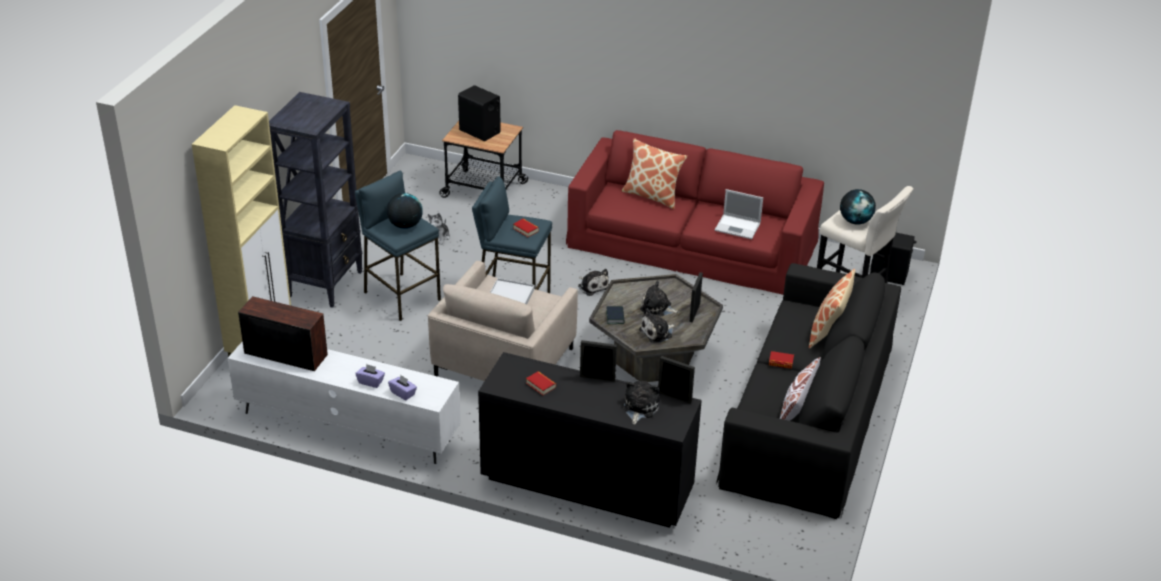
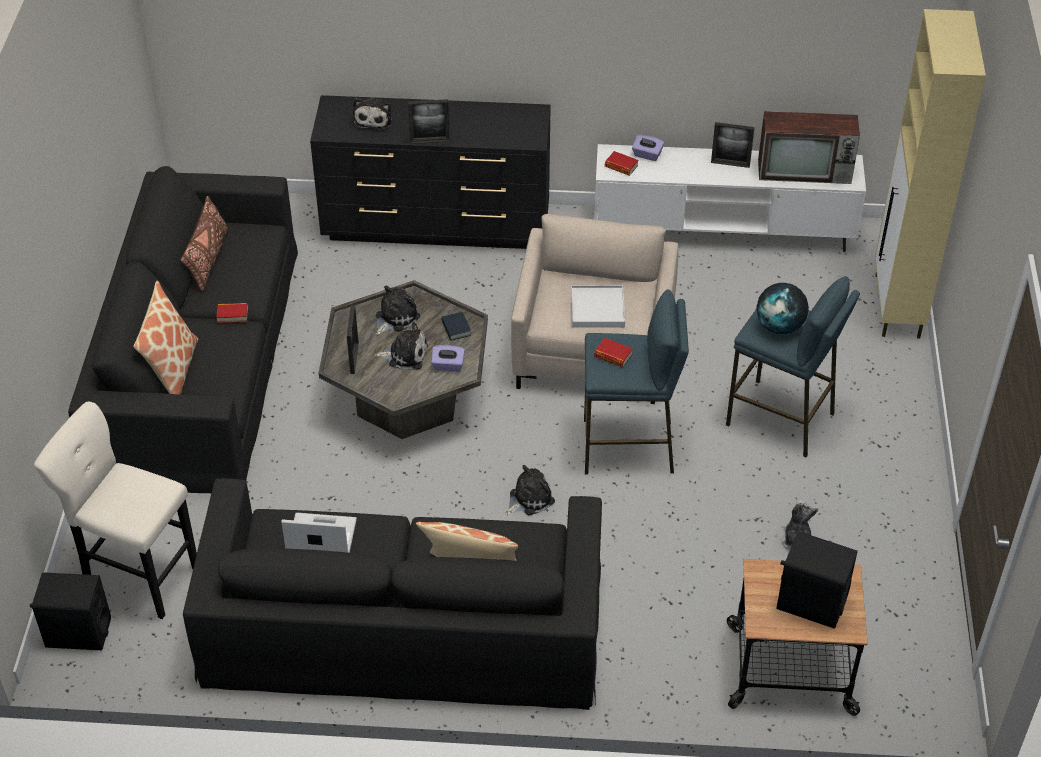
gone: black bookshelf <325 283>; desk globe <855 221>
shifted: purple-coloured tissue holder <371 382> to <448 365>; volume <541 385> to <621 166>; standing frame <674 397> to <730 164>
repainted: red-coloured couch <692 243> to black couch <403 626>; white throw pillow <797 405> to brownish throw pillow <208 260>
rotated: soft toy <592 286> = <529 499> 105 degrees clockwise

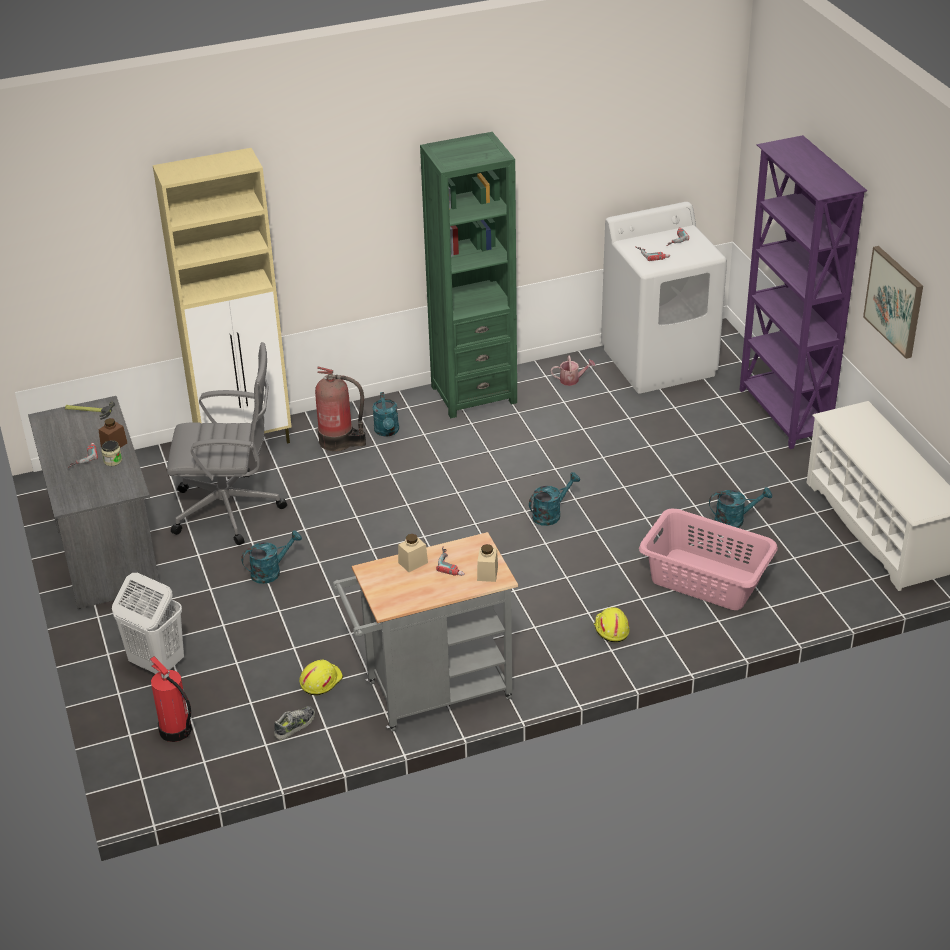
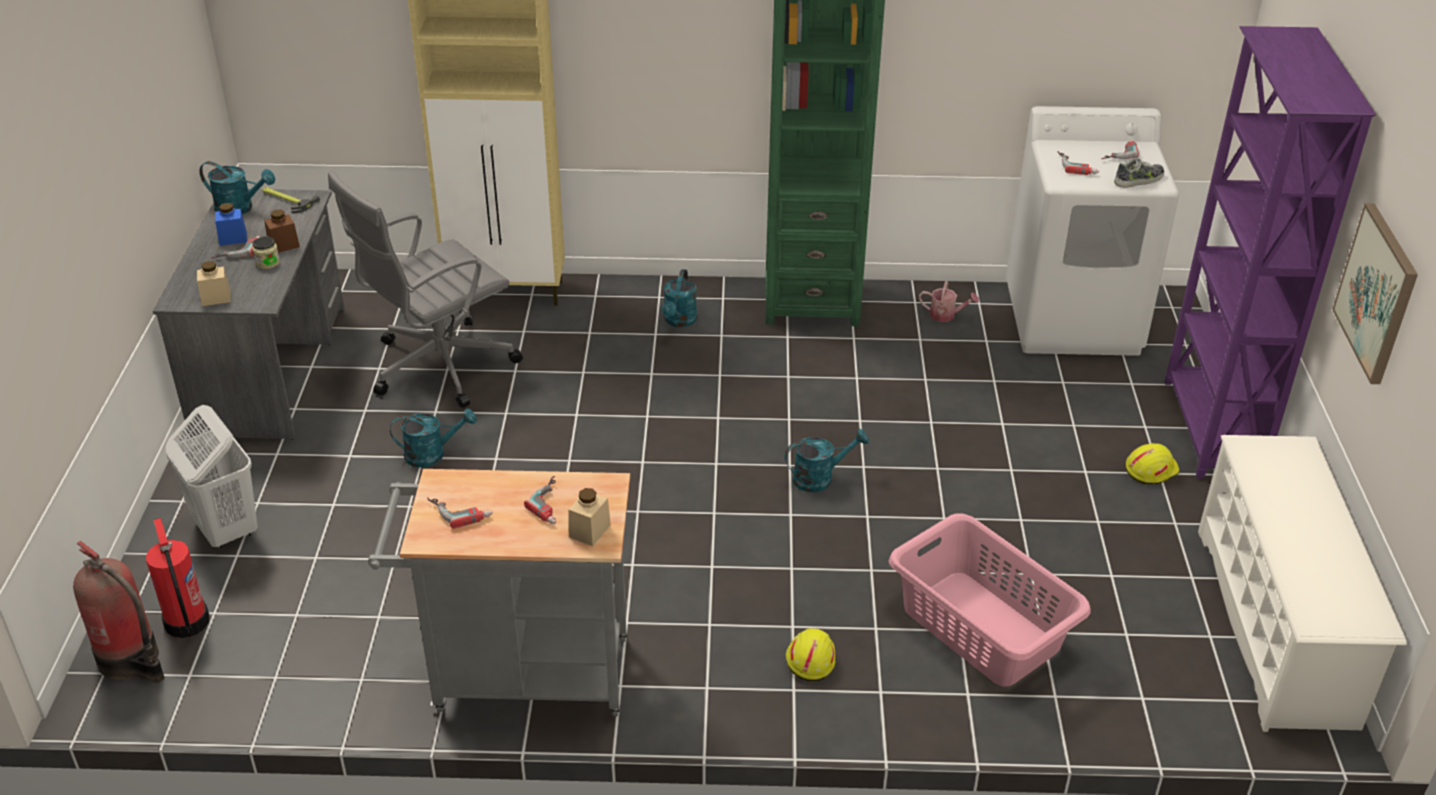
new: blue jar <233 238>; power drill <460 510>
shifted: item of footwear <295 726> to <1139 180>; yellow-coloured hard hat <320 681> to <1150 469>; fire extinguisher <339 441> to <132 660>; sand-coloured jar <413 562> to <216 298>; blue-green sprinkling can <735 520> to <240 208>
rotated: grey desk chair <230 510> = <438 366> 120 degrees clockwise

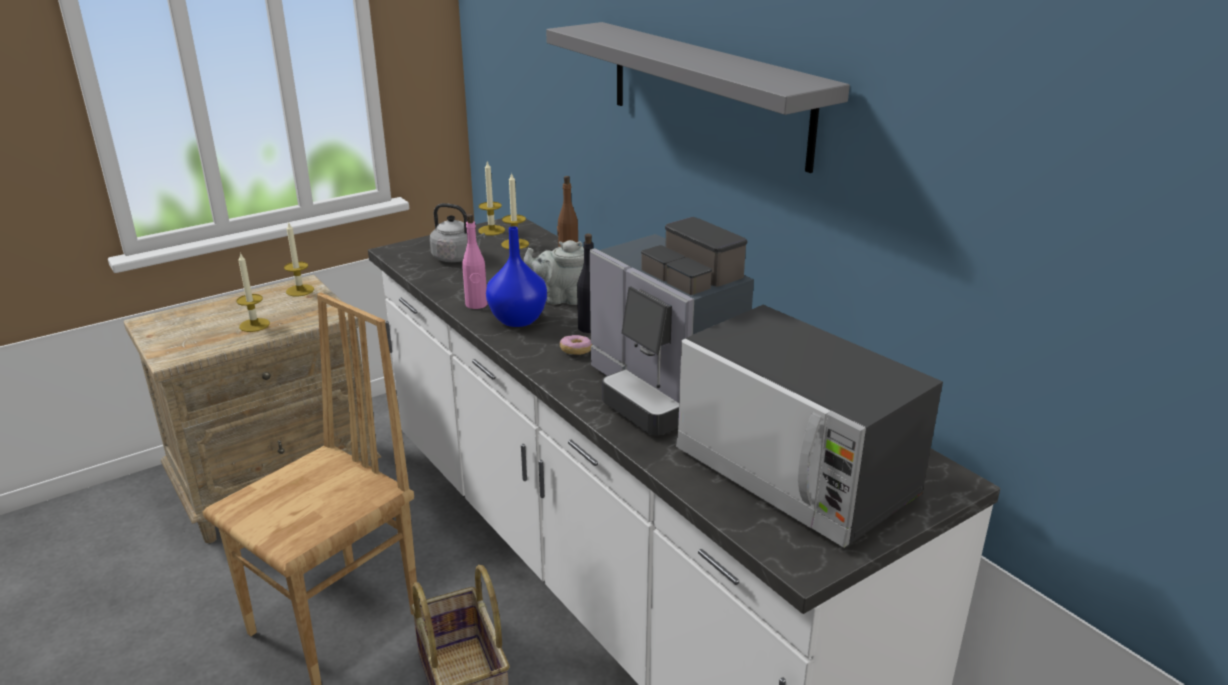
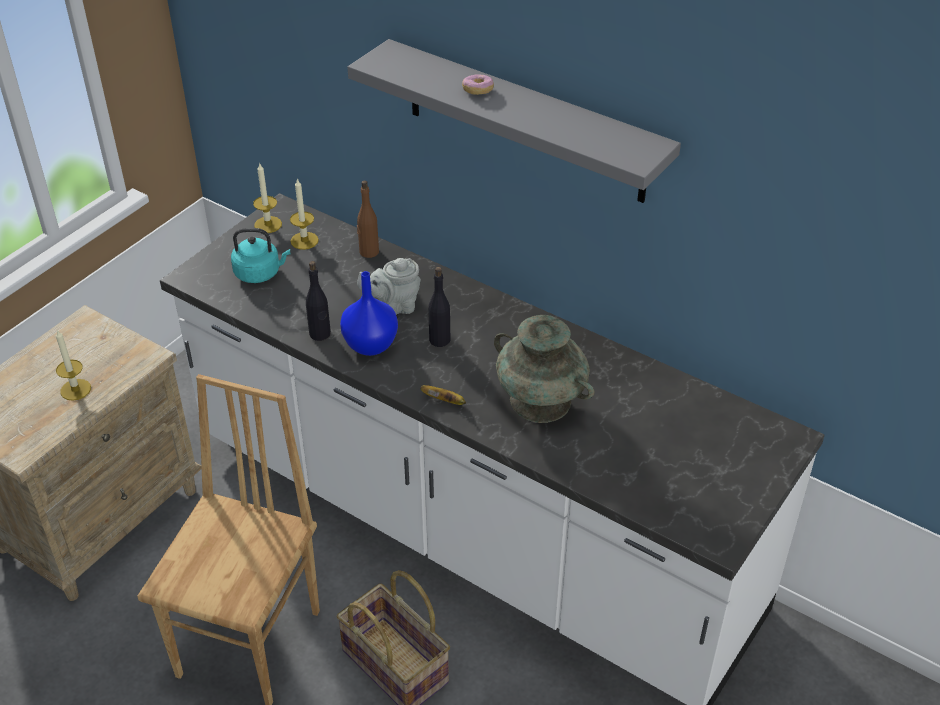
gone: wax light <300 290>; microwave <796 474>
new: whole banana <445 401>
shifted: donut <576 351> to <478 90>
swapped: coffee brewer <662 392> to blue-green decorative vase <541 401>
repainted: grey kettle <457 258> to blue-green kettle <260 273>; pinkish beverage bottle <476 304> to black beverage bottle <320 334>

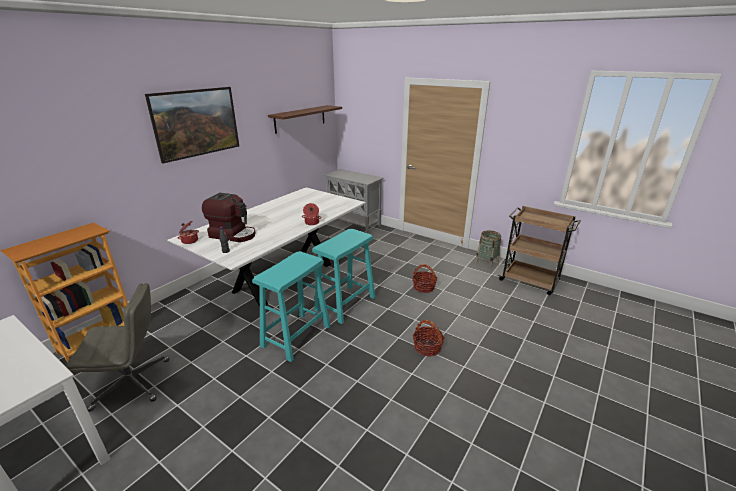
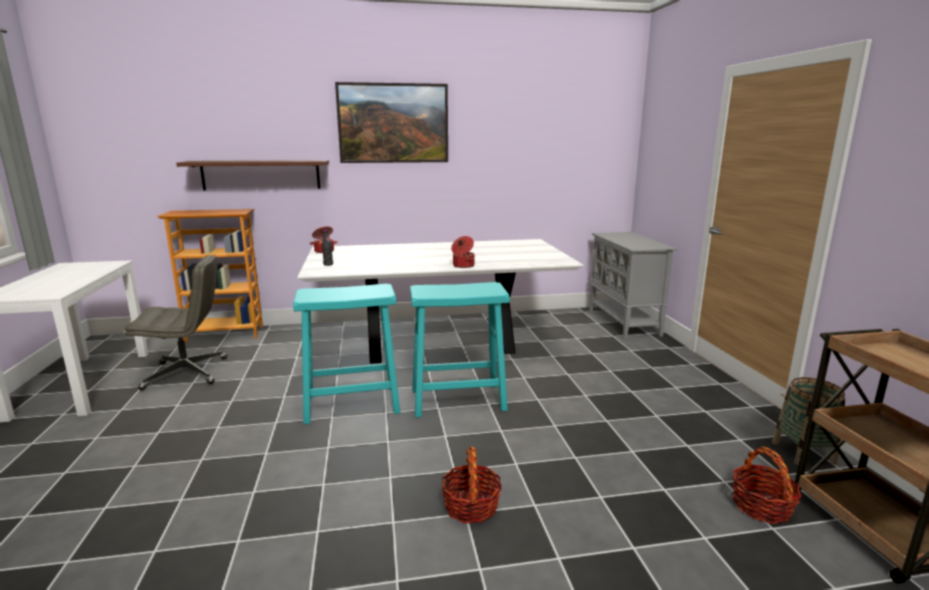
gone: coffee brewer <233 234>
shifted: brownish shelf <300 119> to <261 175>; basket <424 287> to <761 506>
rotated: grey desk chair <133 383> = <187 373> 45 degrees counterclockwise

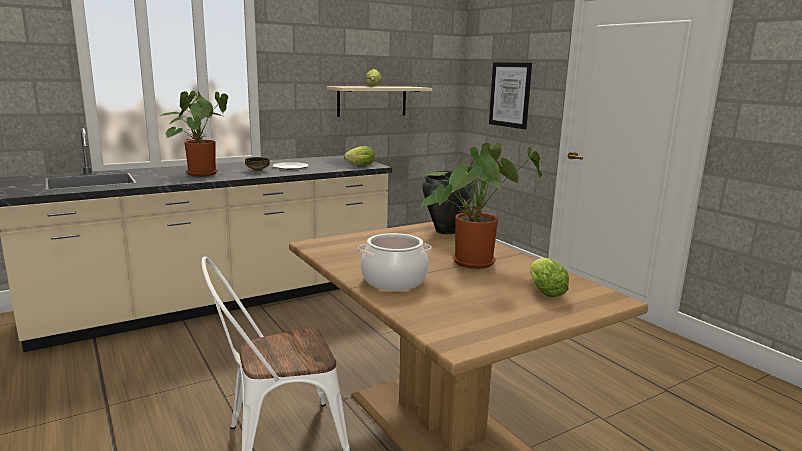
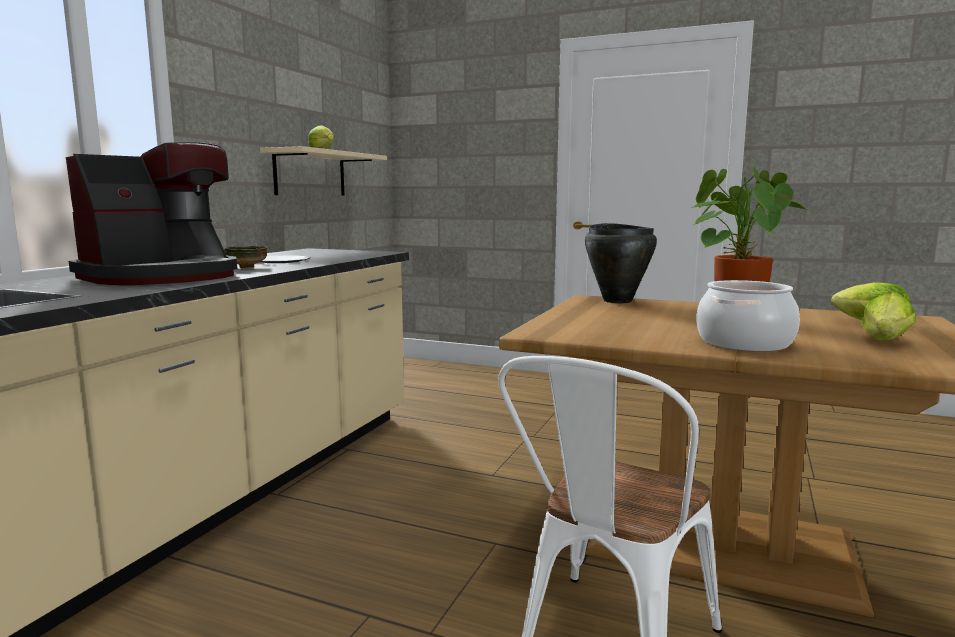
gone: wall picture <510 95>
shifted: lettuce head <358 165> to <884 342>
swapped: plant in a pot <201 173> to coffee brewer <163 277>

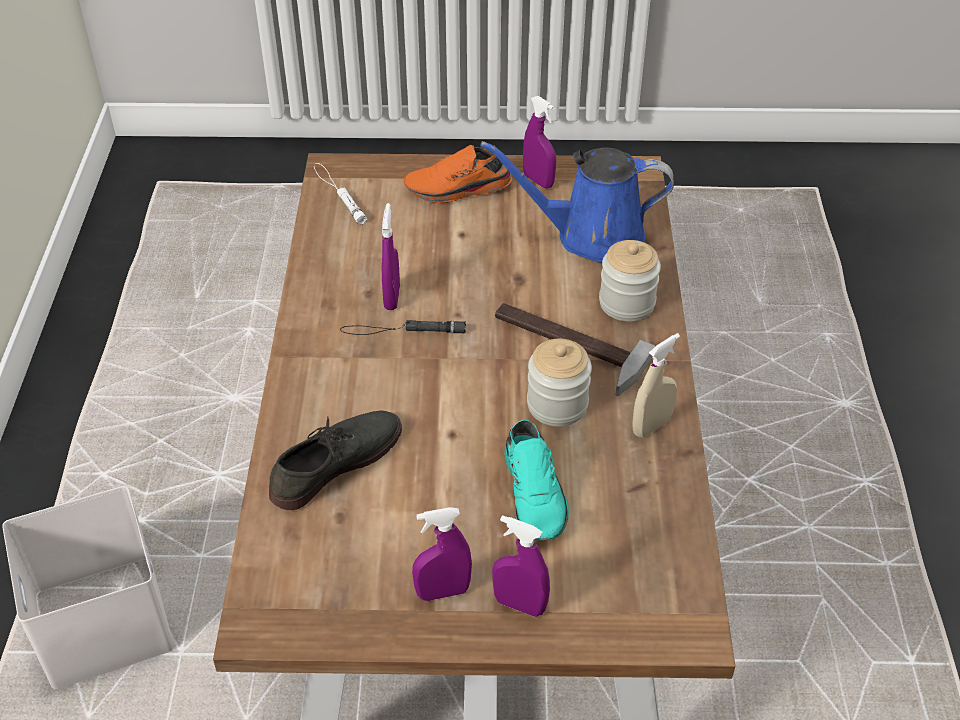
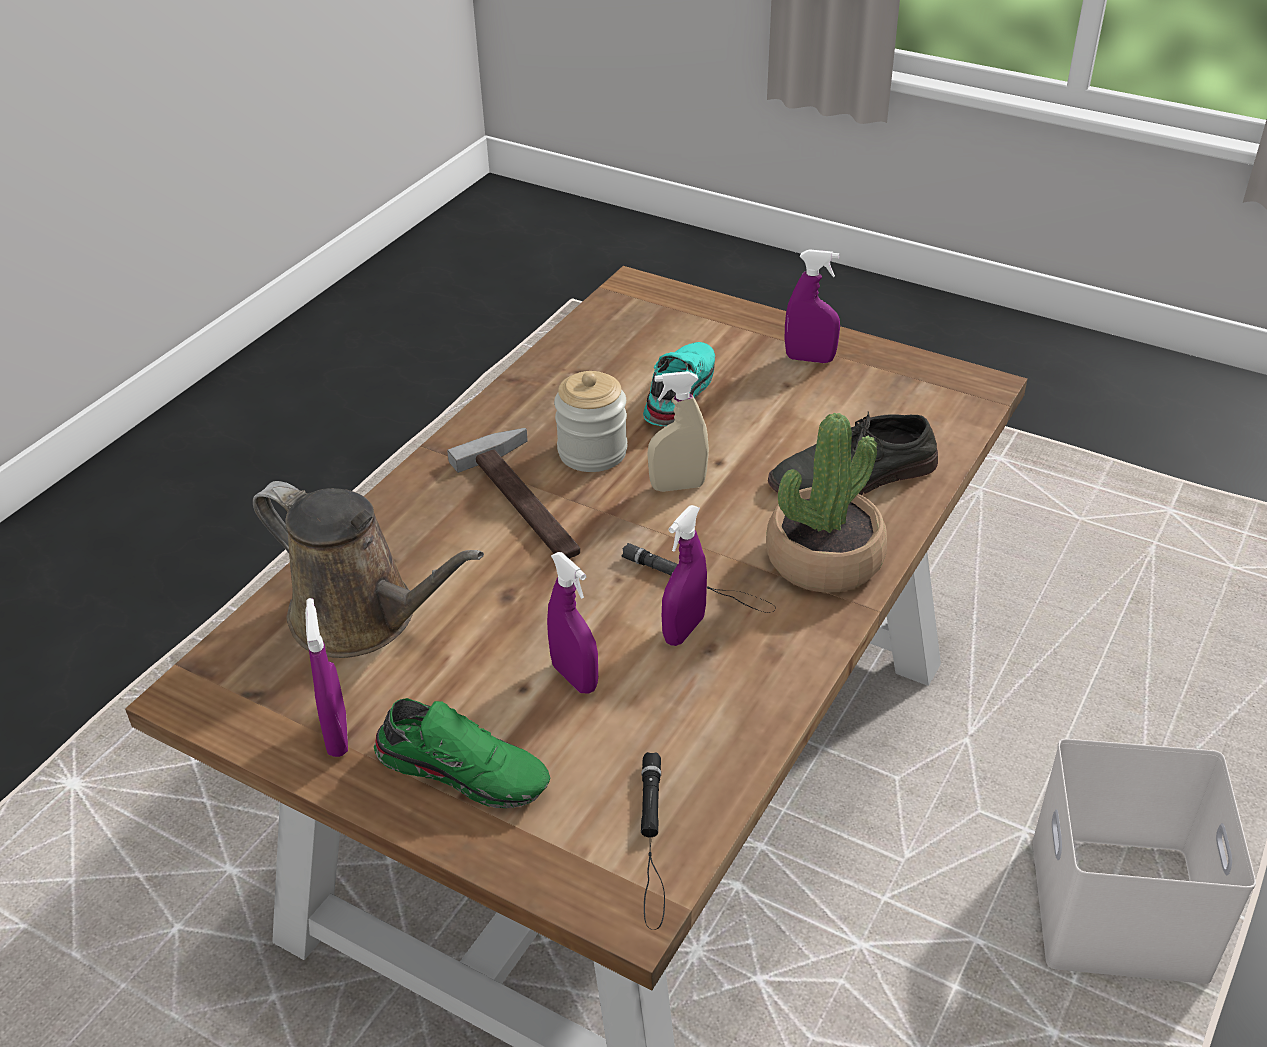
gone: jar <626 303>
new: plant in a pot <824 558>
shifted: purple-coloured sprayer <519 605> to <574 677>; sand-coloured sprayer <651 426> to <677 486>
repainted: white hand torch <338 193> to black hand torch <652 842>; orange-coloured item of footwear <458 190> to greenish item of footwear <465 769>; blue sprinkling can <591 236> to brownish sprinkling can <363 618>

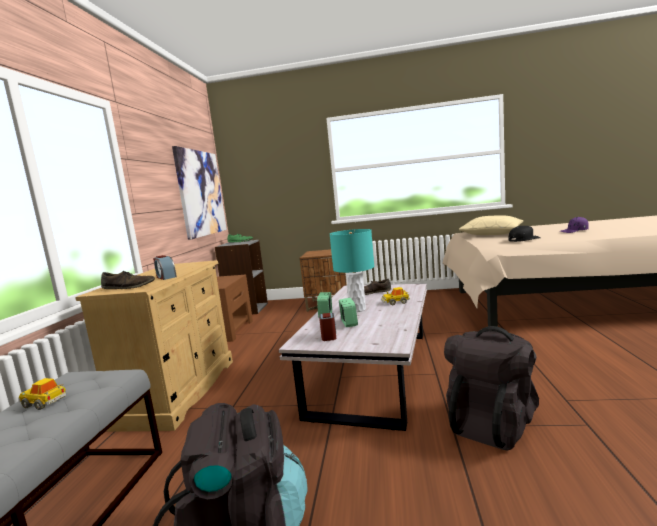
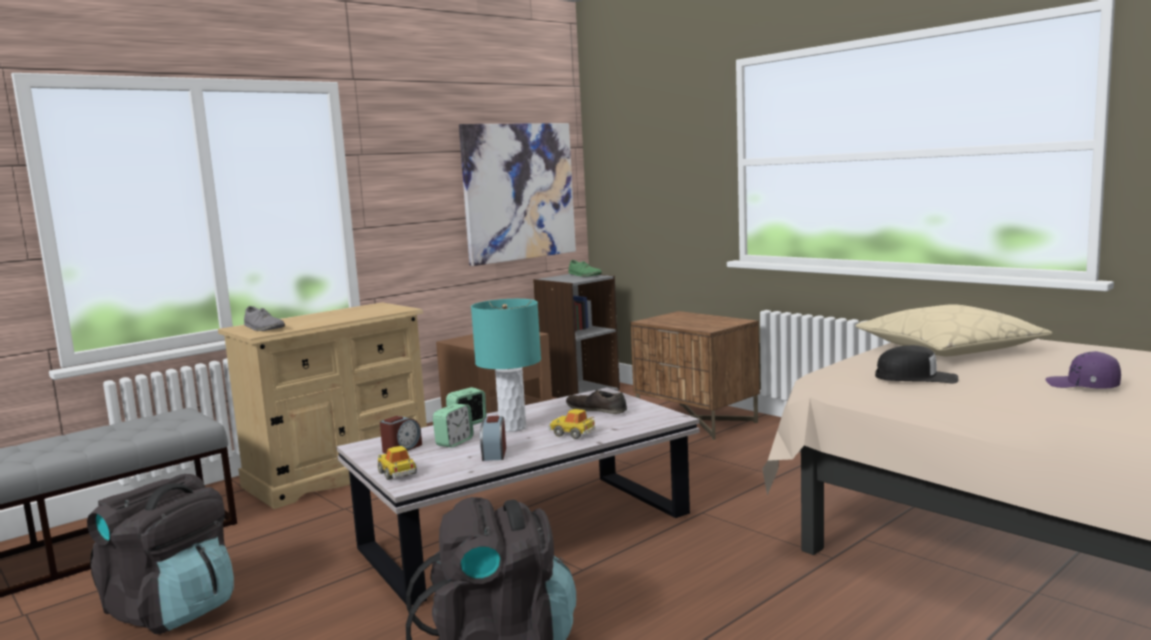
shifted: model car <44 402> to <397 473>; bedside clock <166 277> to <494 453>
repainted: brownish item of footwear <128 287> to grey item of footwear <264 328>

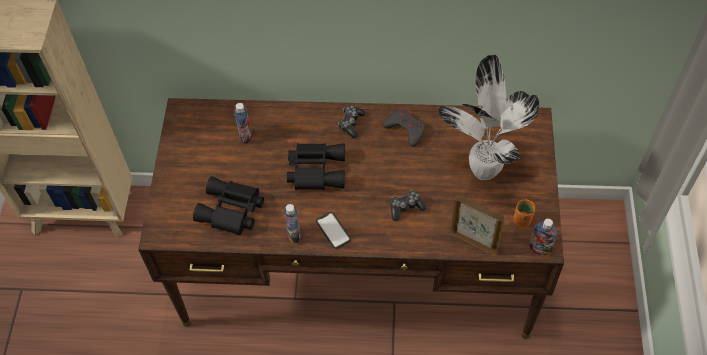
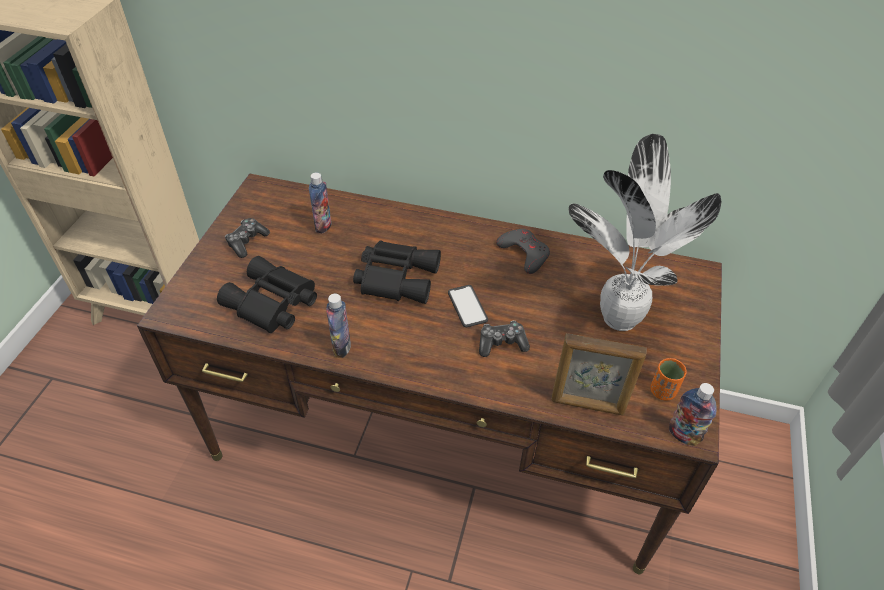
shifted: handset <333 230> to <467 306>; game controller <351 123> to <247 242>
rotated: standing frame <474 241> = <587 405> 150 degrees clockwise

